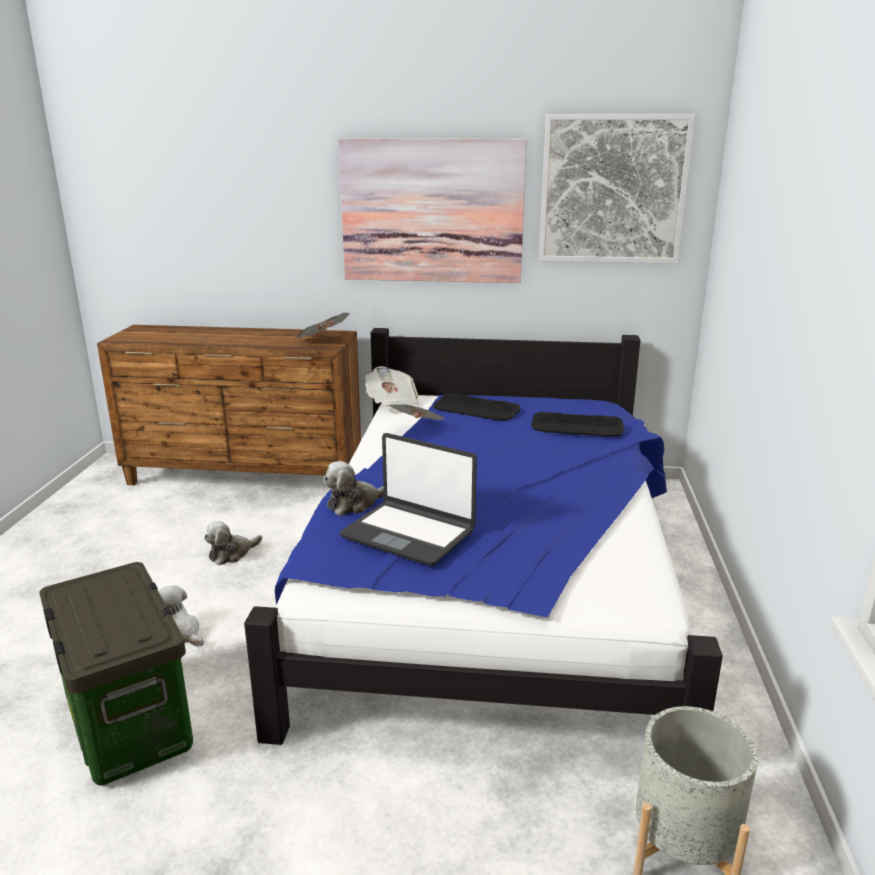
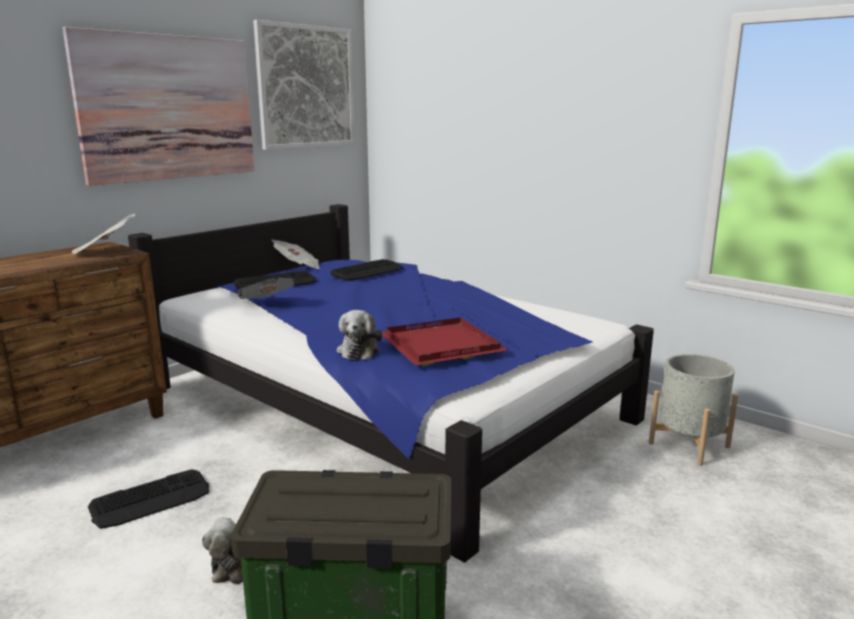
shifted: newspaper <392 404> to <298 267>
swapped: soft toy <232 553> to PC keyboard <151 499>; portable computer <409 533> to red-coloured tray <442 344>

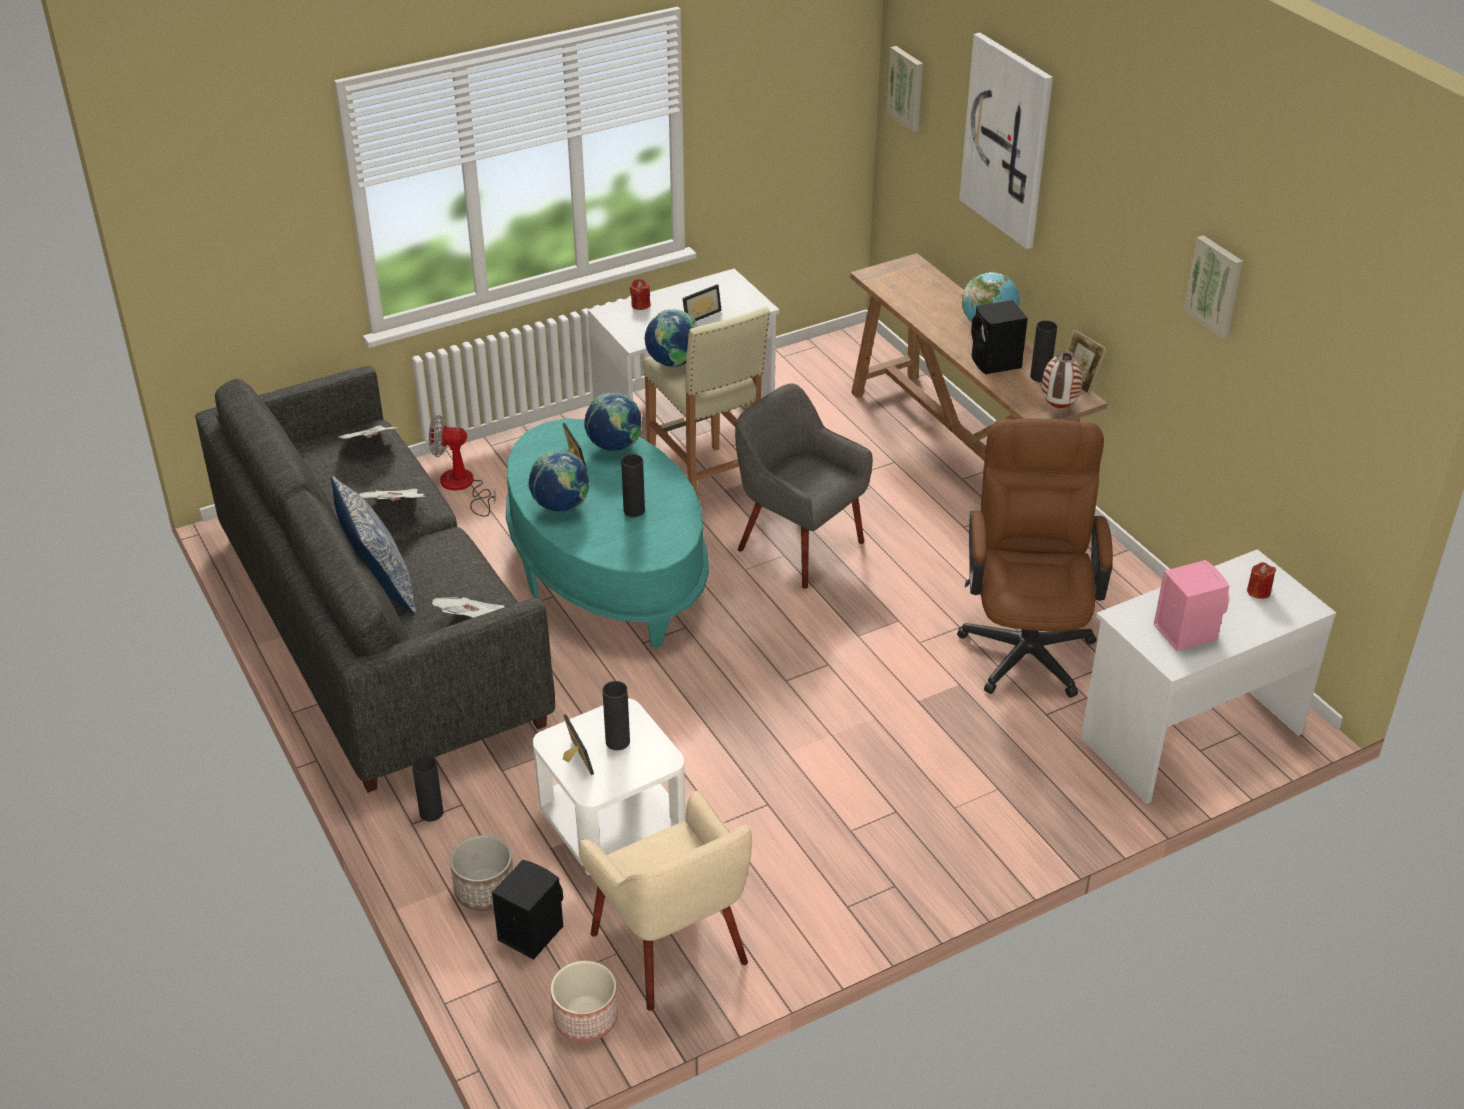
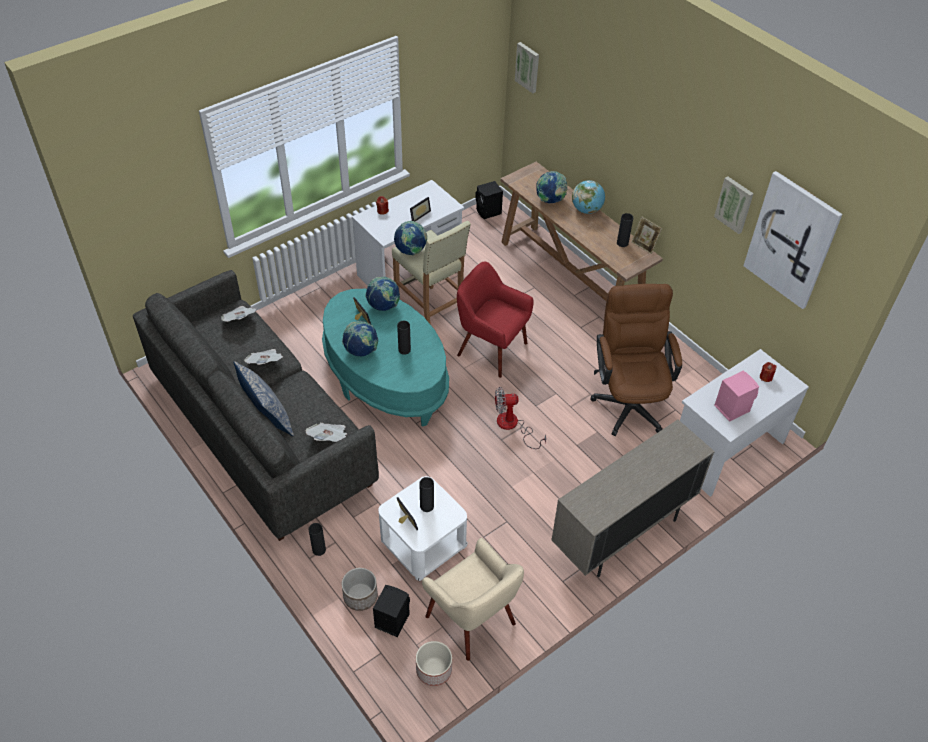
gone: decorative vase <1059 407>
new: desk globe <550 201>; sand-coloured cupboard <622 533>
shifted: fan <463 487> to <513 426>; wall picture <1007 140> to <791 240>; black speaker <996 363> to <488 212>
repainted: grey armchair <798 546> to red-coloured armchair <491 349>

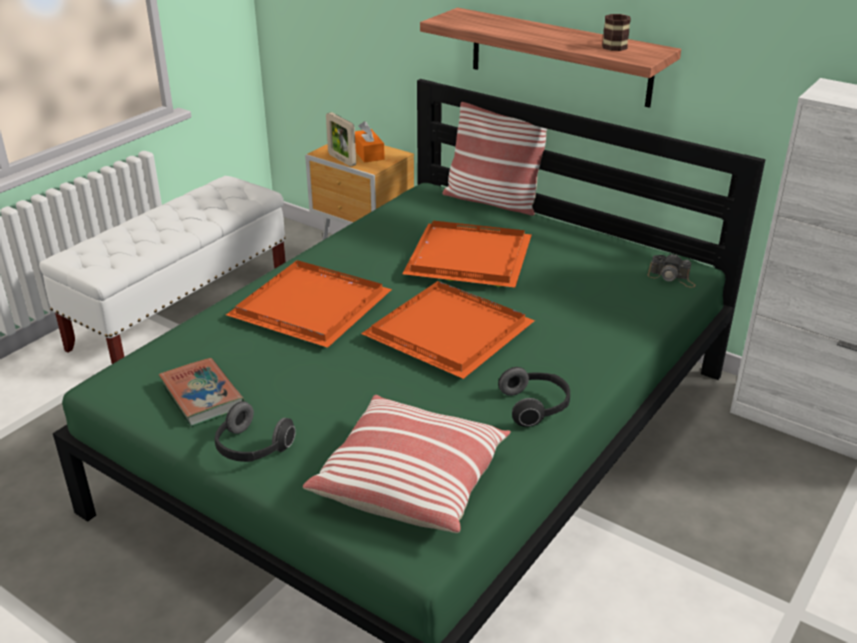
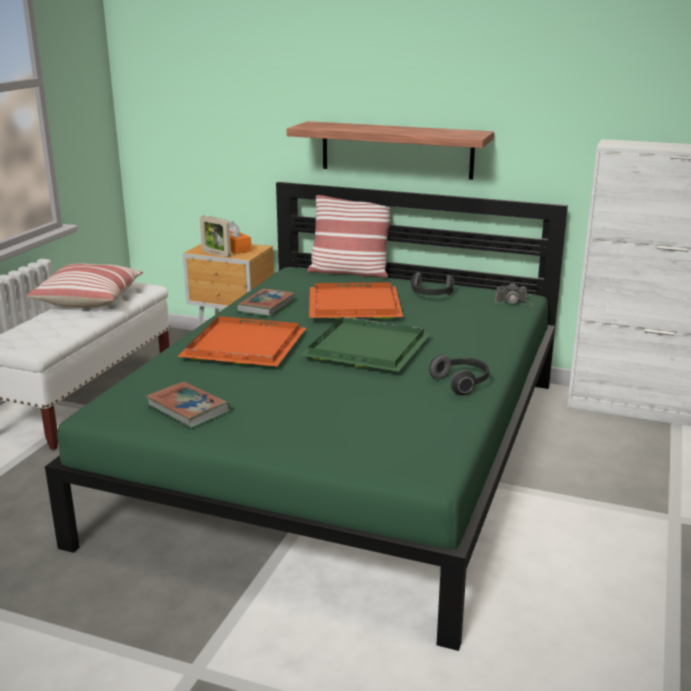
gone: tea mug <616 45>
new: volume <266 306>
shifted: pair of headphones <251 449> to <430 296>; throw pillow <411 481> to <89 299>
repainted: orange-coloured tray <445 332> to greenish tray <364 349>

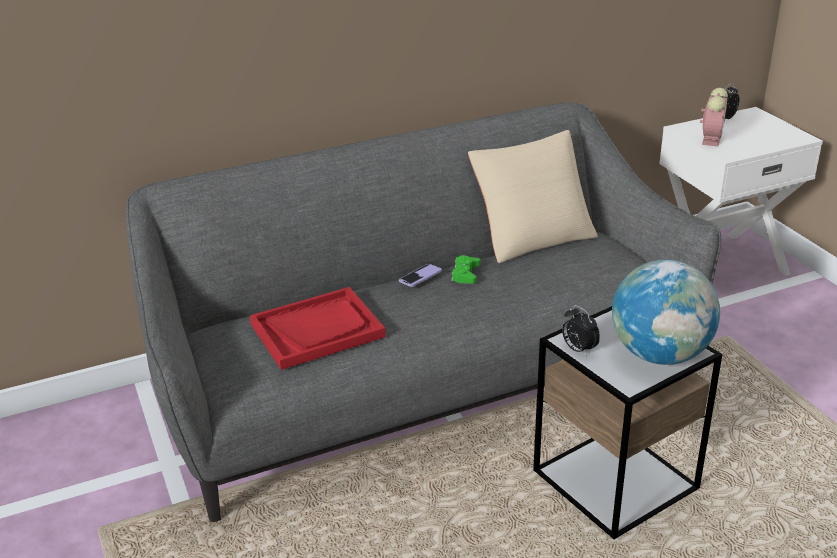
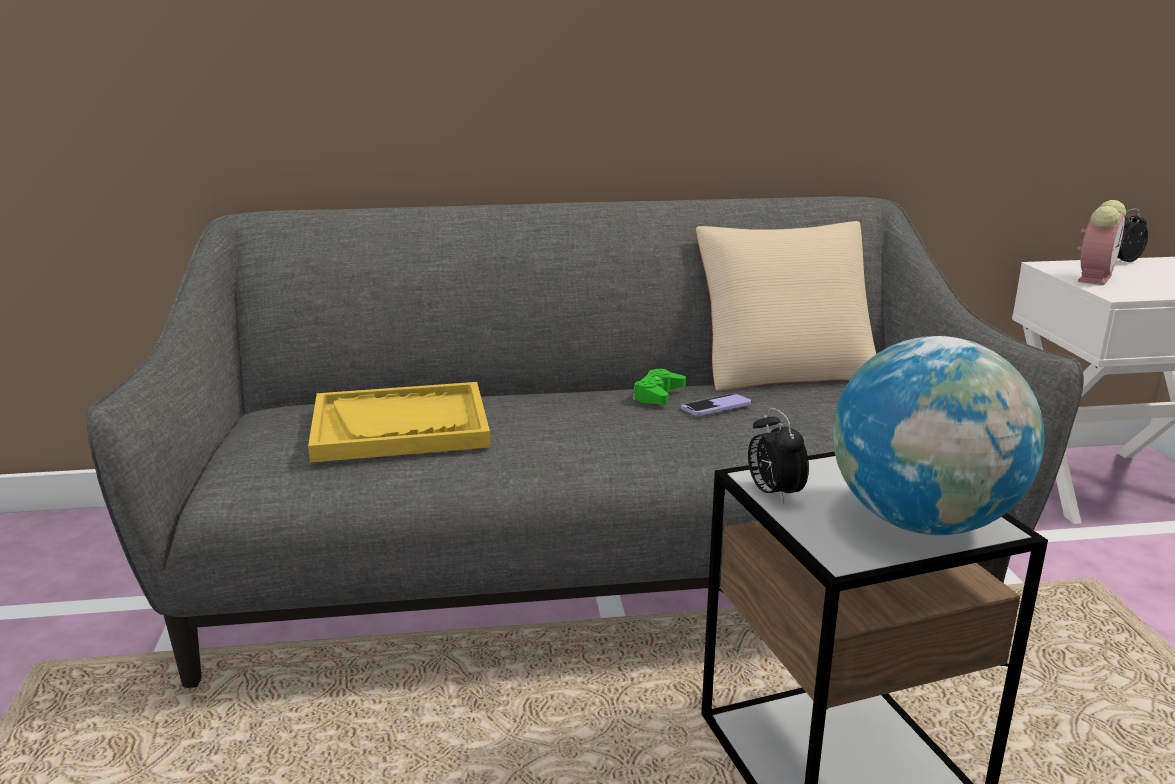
shifted: handset <420 276> to <716 407>
repainted: red-coloured tray <317 330> to yellow-coloured tray <401 426>

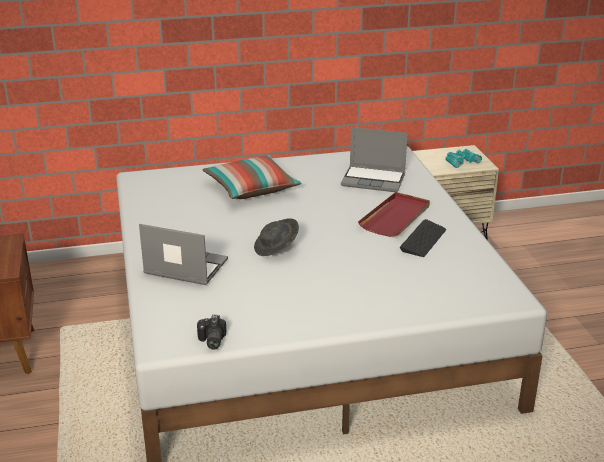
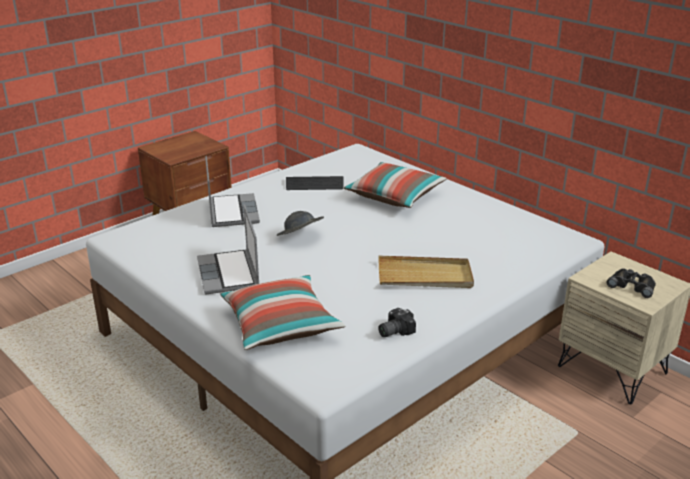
new: throw pillow <280 325>
shifted: still camera <211 341> to <393 331>; portable computer <374 180> to <229 274>; PC keyboard <423 240> to <314 184>
repainted: red-coloured tray <396 217> to sand-coloured tray <425 276>; blue-green binoculars <461 161> to black binoculars <632 286>

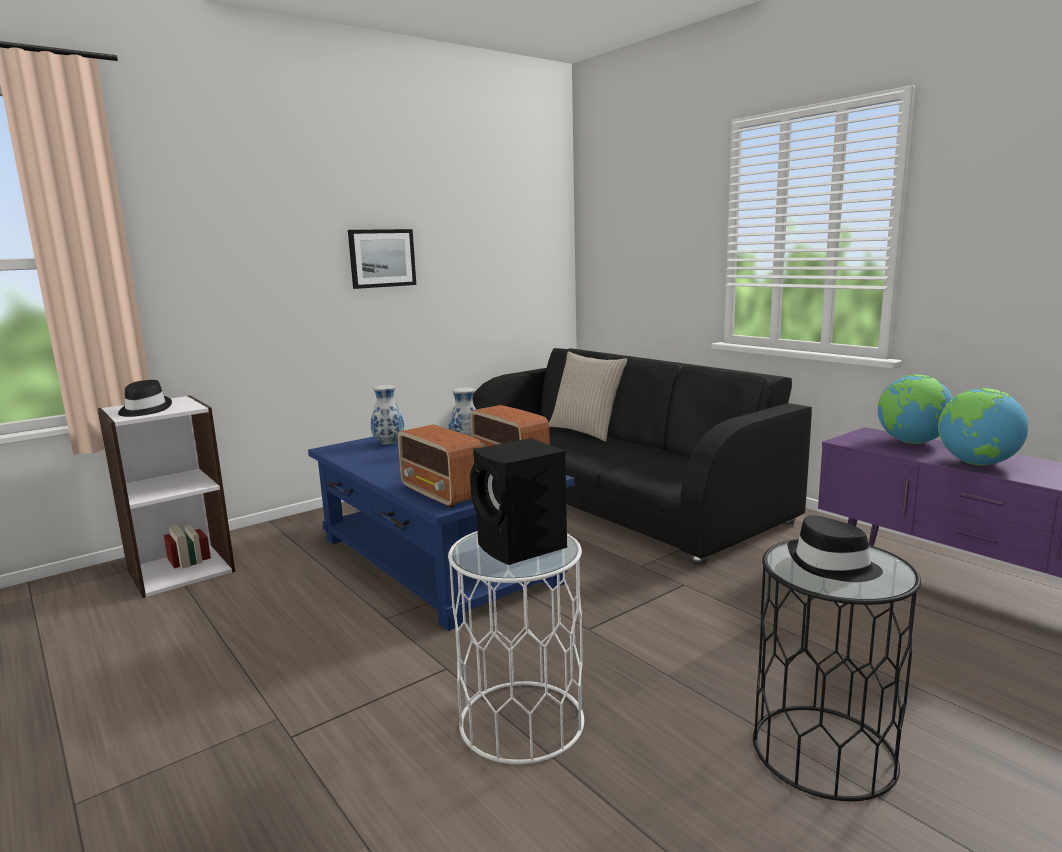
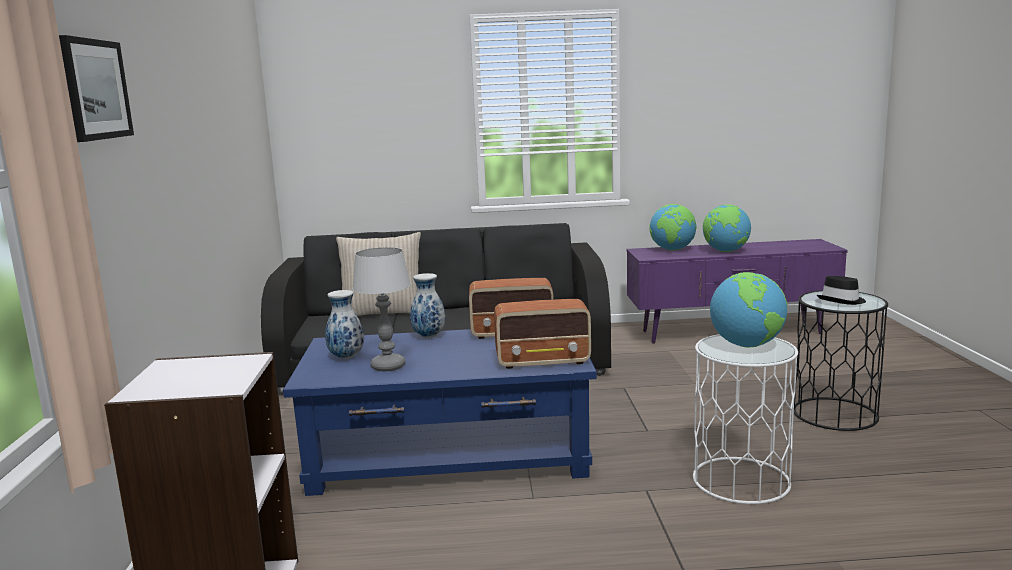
gone: black wearable hat <144 410>
new: table lamp <387 366>
shifted: wall picture <382 258> to <94 89>
swapped: black speaker <522 548> to desk globe <747 345>

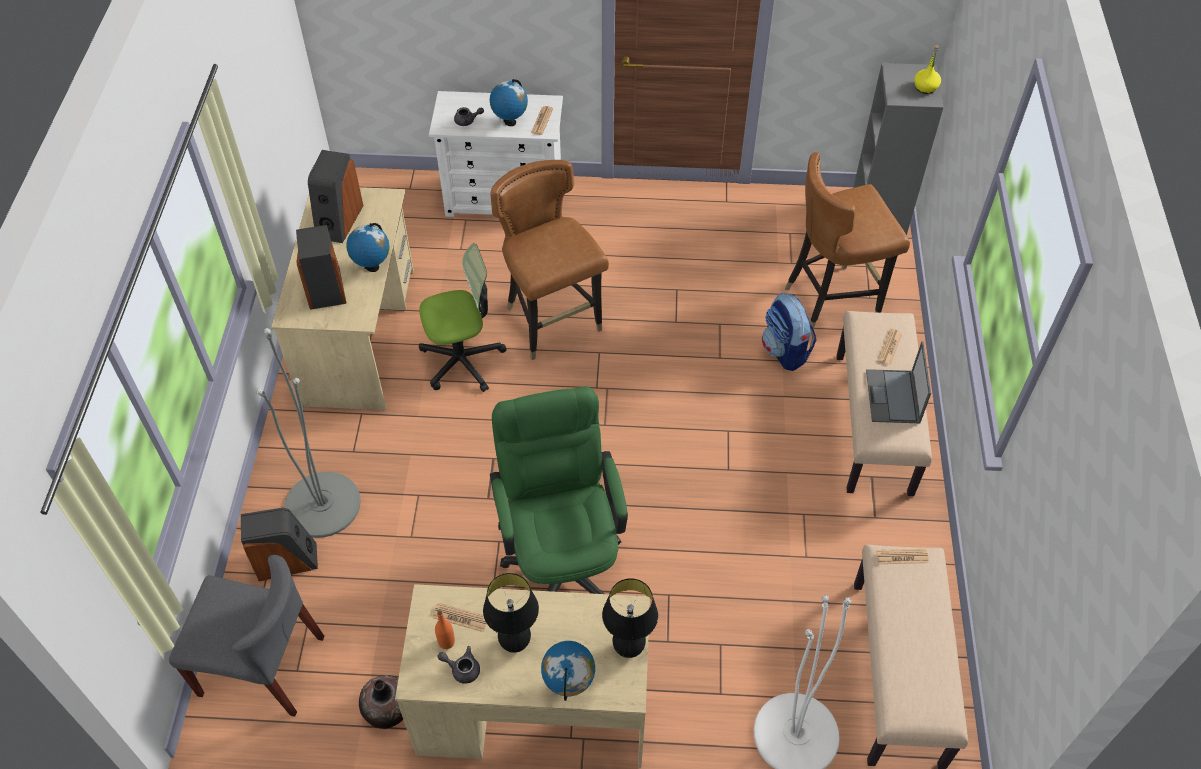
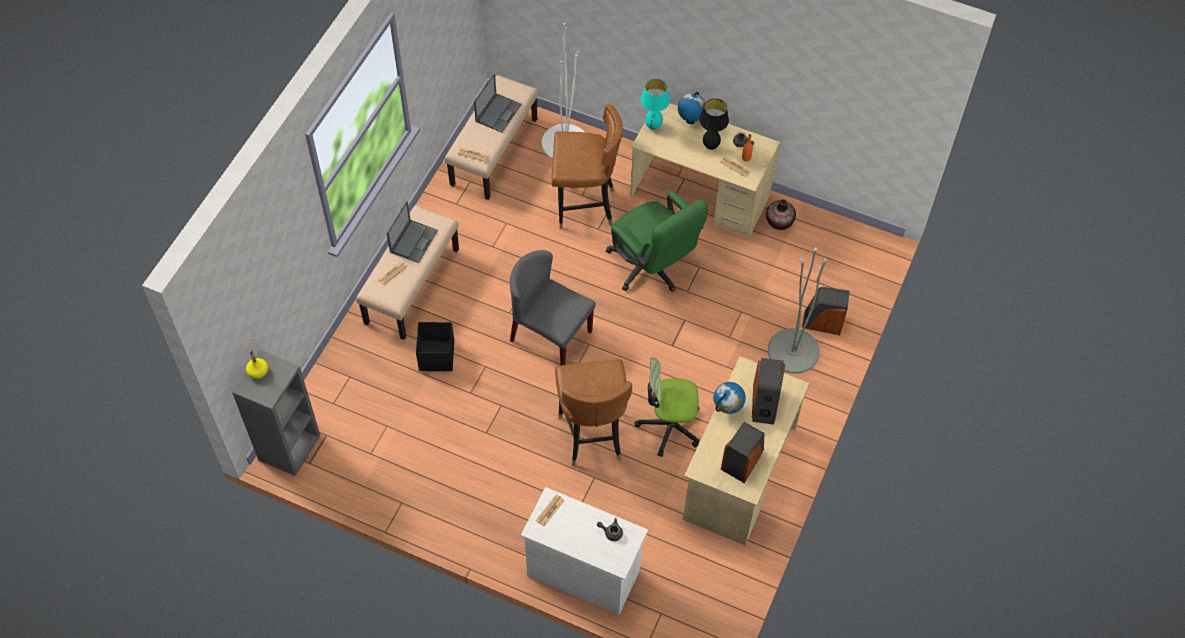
gone: desk globe <510 122>
new: portable computer <498 112>
shifted: grey upright chair <263 666> to <550 335>; brownish upright chair <831 300> to <584 207>
swapped: knapsack <785 351> to black storage box <437 355>
repainted: black table lamp <628 648> to blue-green table lamp <653 126>
rotated: greenish desk chair <562 558> = <652 269> 45 degrees counterclockwise

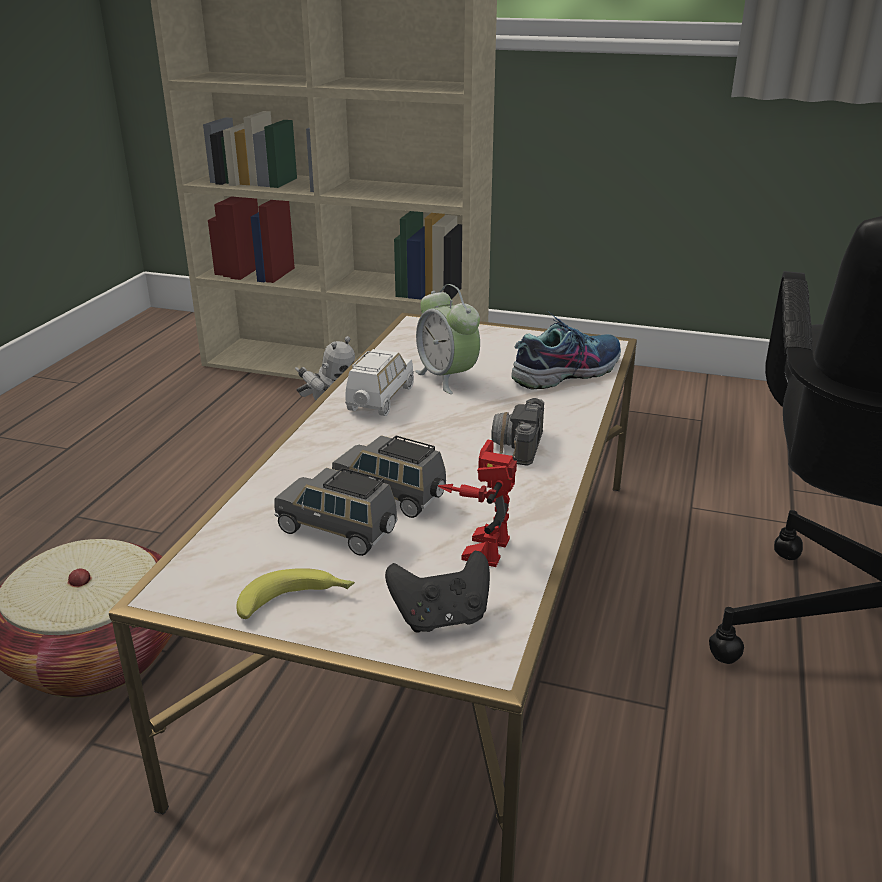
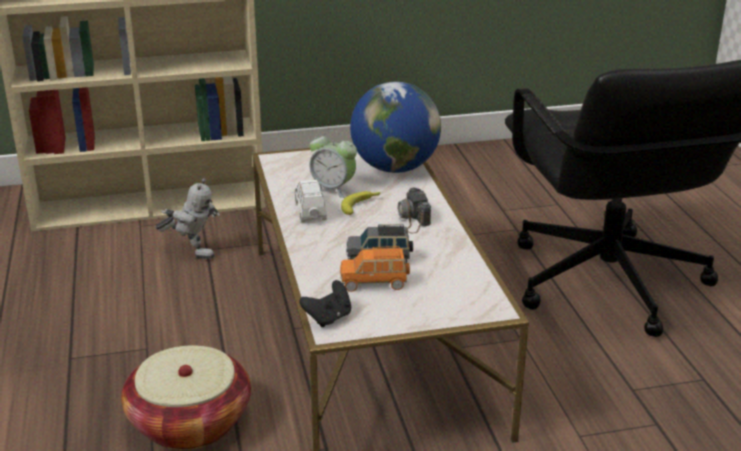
gone: toy robot <480 545>
shifted: whole banana <297 601> to <361 205>; black game controller <441 618> to <328 318>
swapped: item of footwear <566 371> to desk globe <395 168>
repainted: grey model car <338 531> to orange-coloured model car <374 283>

